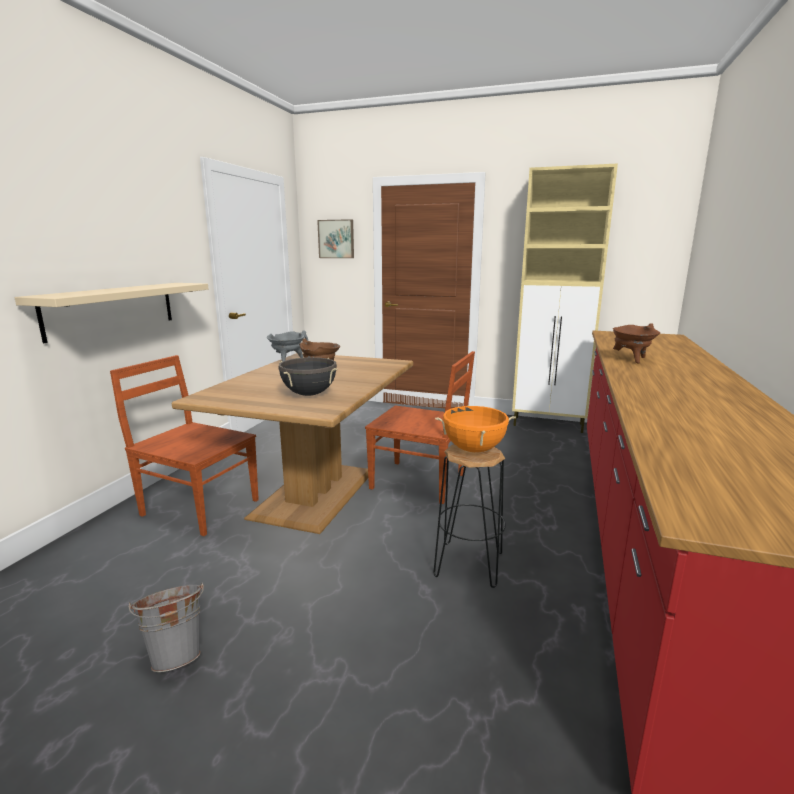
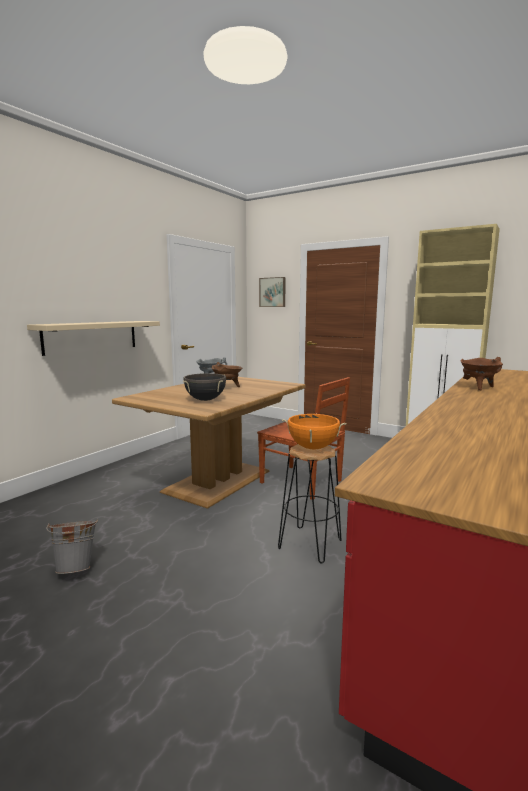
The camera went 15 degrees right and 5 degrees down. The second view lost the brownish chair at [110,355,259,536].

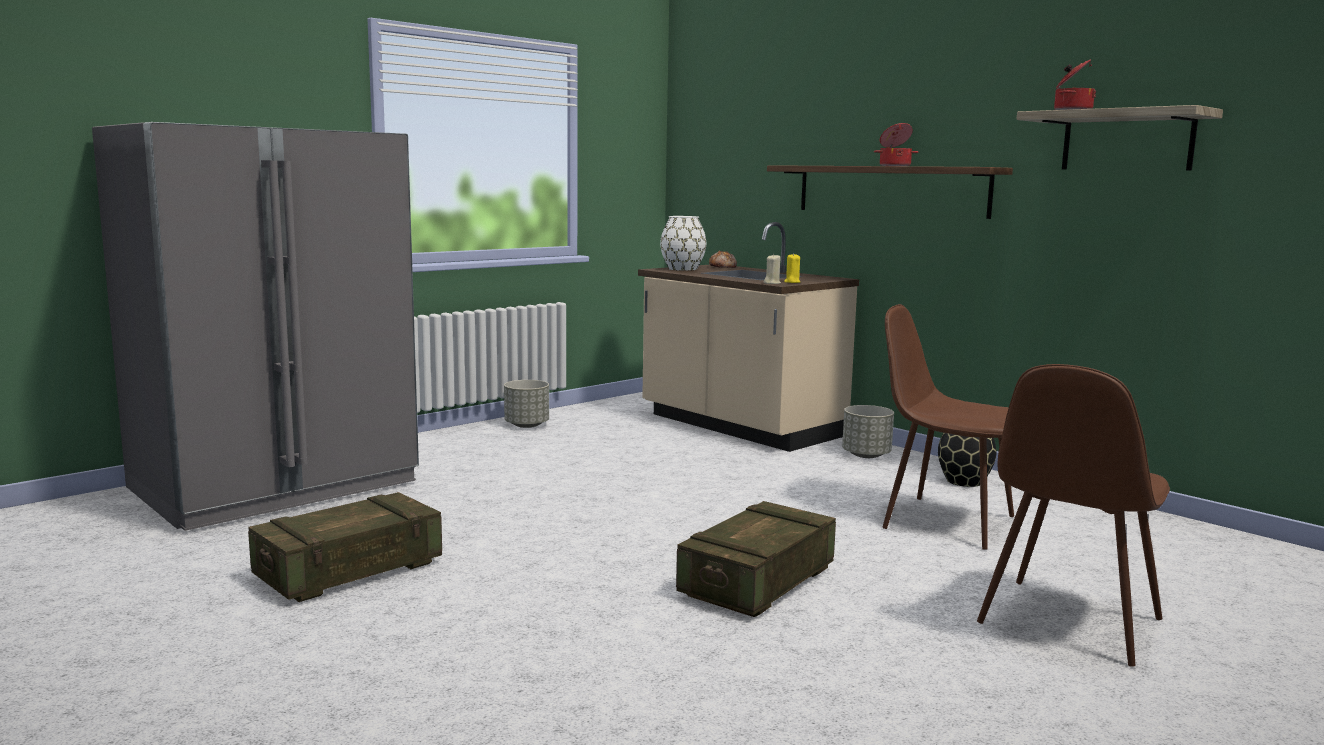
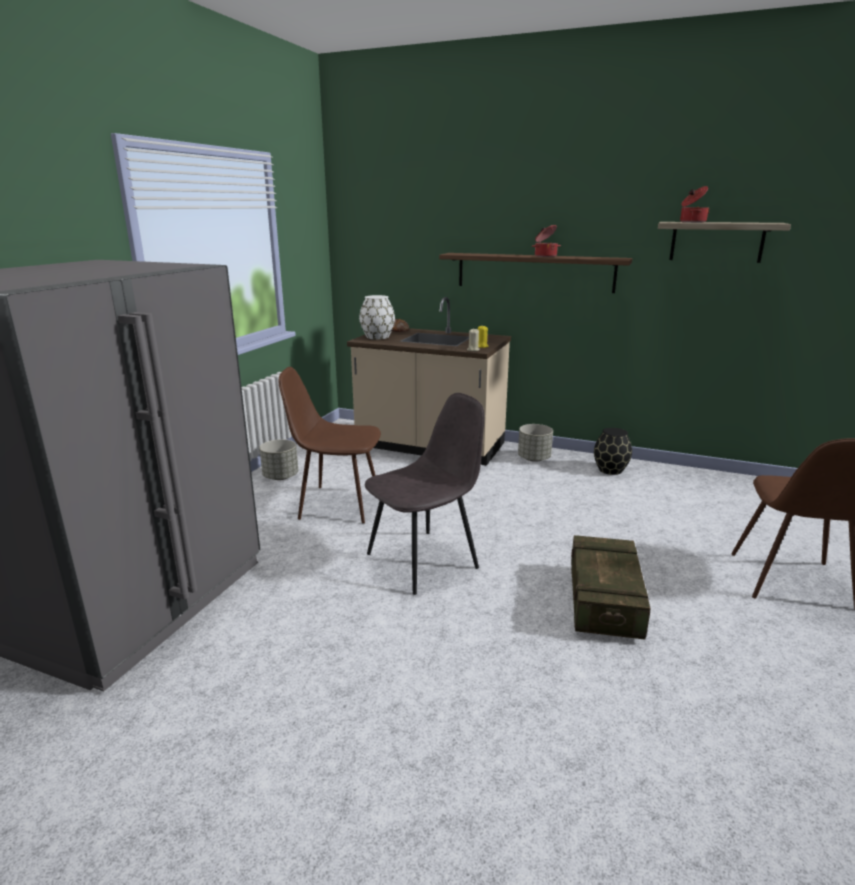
The camera went 25 degrees left and 10 degrees up. The second view lost the shipping crate at [248,492,442,602]. The second view gained the gray chair at [365,393,485,595]. The brownish chair ended up elsewhere, having gone from [882,304,1014,549] to [278,367,381,523].

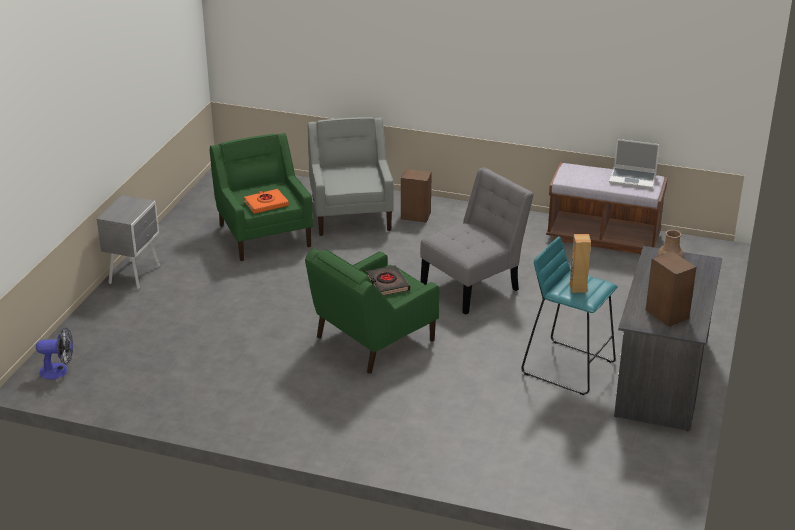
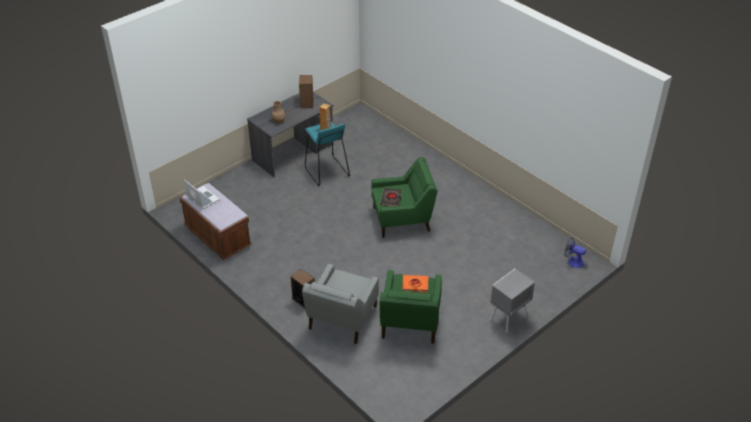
The camera went 150 degrees left and 10 degrees up. The second view lost the gray chair at [420,168,534,315].

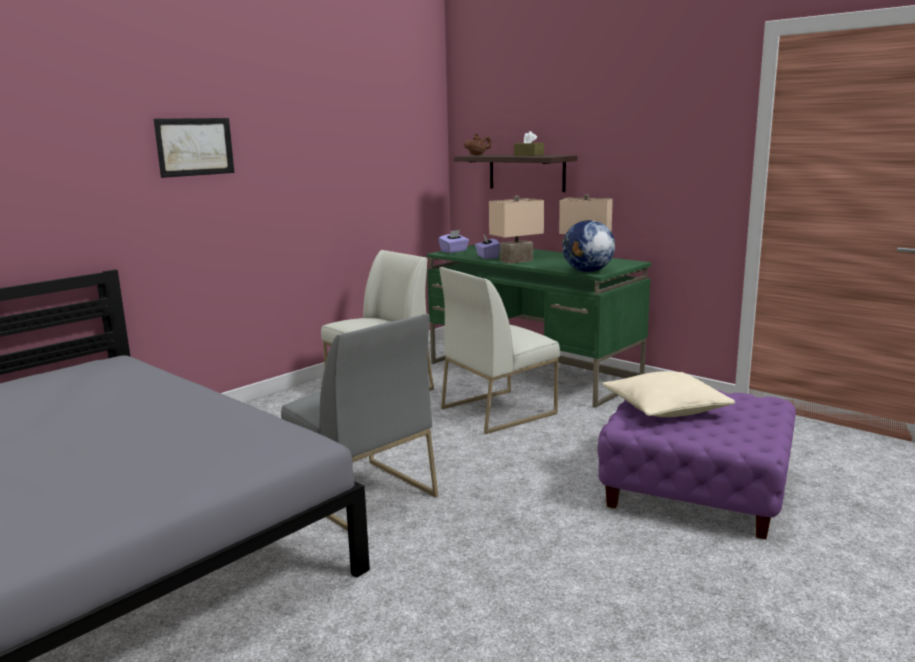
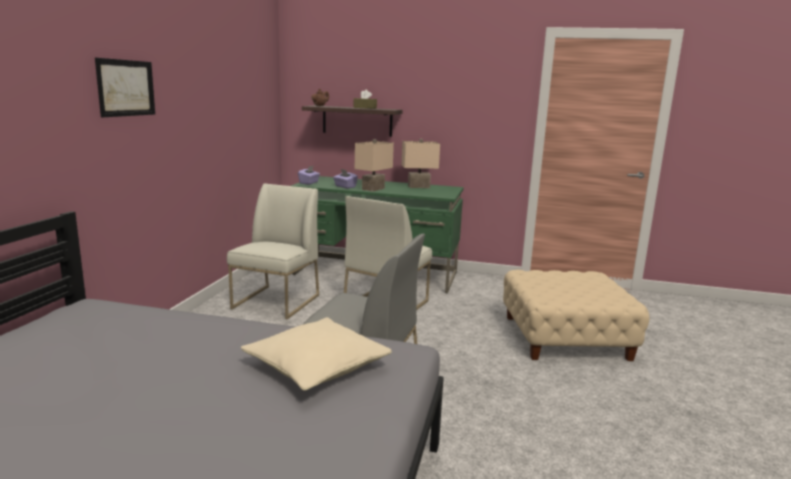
The camera went 30 degrees left and 0 degrees up. The second view lost the world globe at [562,220,615,272]. The beige-coloured cushion ended up elsewhere, having gone from [602,371,735,417] to [241,317,392,391]. What was the purple-coloured pouffe at [598,390,796,539] turned into the beige-coloured pouffe at [503,270,650,361].

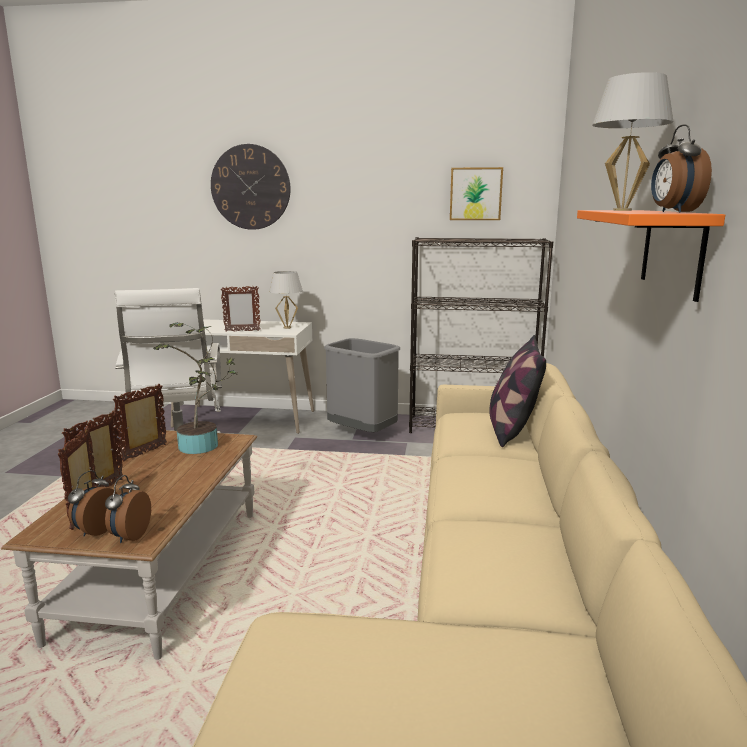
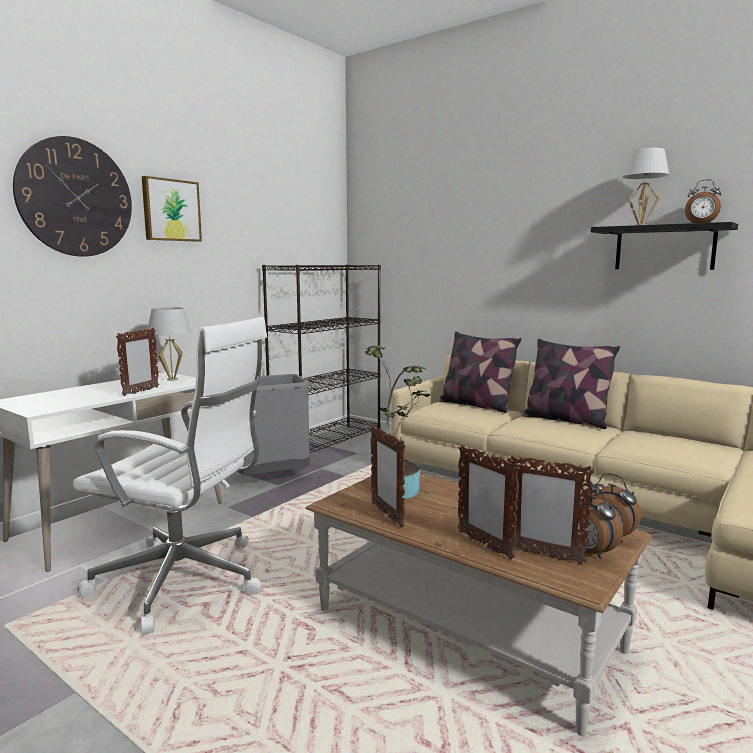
The camera went 60 degrees left and 5 degrees down. The second view gained the cushion at [522,339,620,429]. The wall art ended up elsewhere, having gone from [450,167,503,220] to [142,176,202,242]. What was the orange-coloured wall shelf at [577,210,725,302] turned into the black-coloured wall shelf at [591,222,738,270].

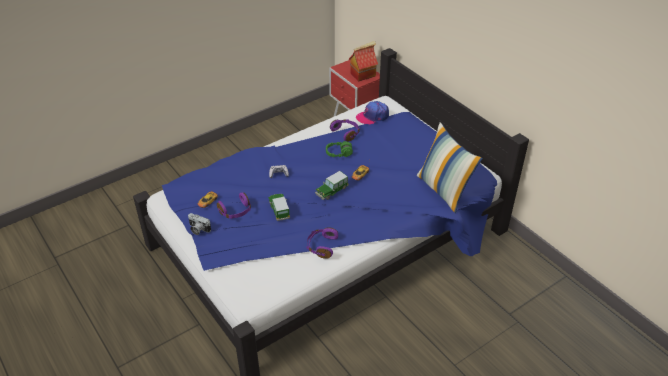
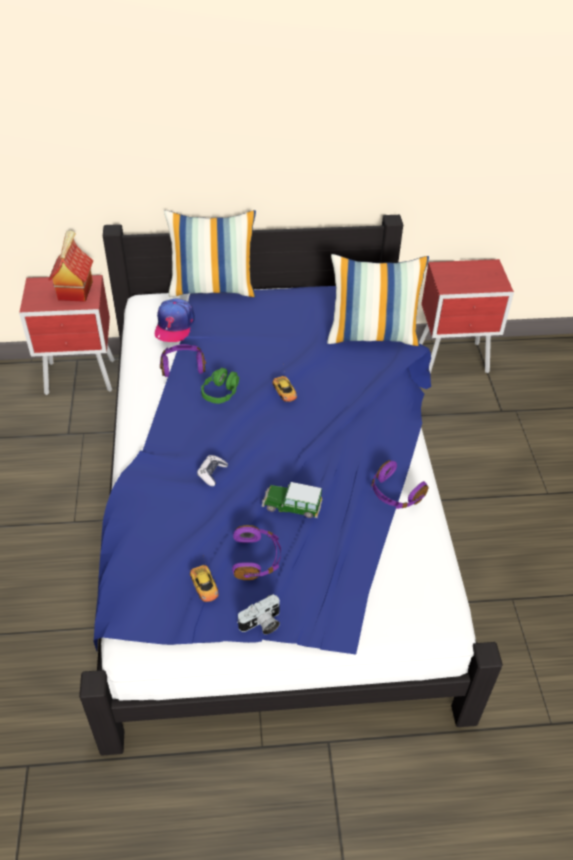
The camera went 60 degrees left and 5 degrees up. The second view lost the miniature car at [315,171,349,200]. The second view gained the cushion at [164,210,256,297]. The second view gained the reddish nightstand at [419,259,514,374].

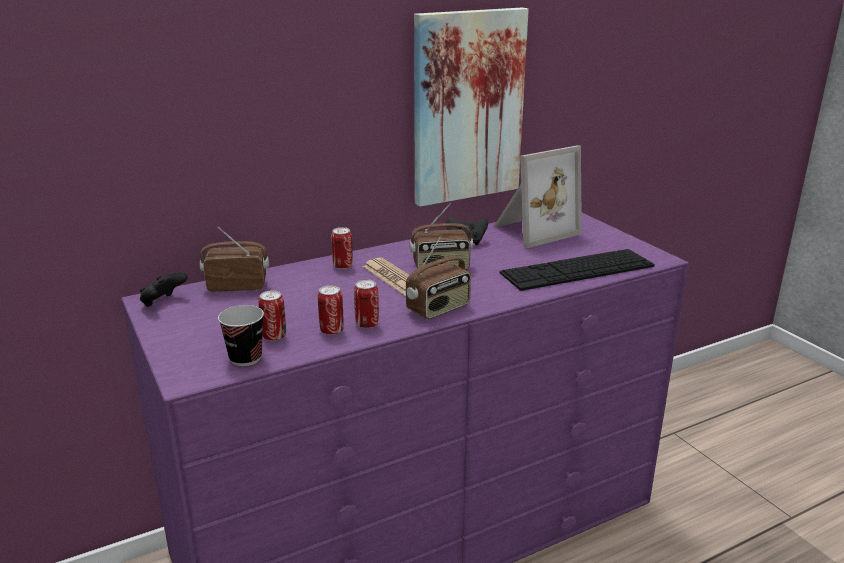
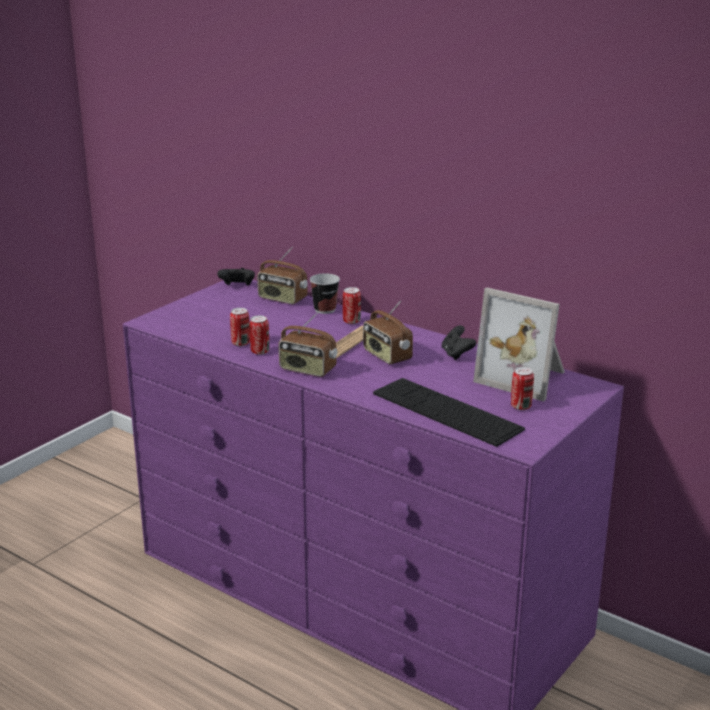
The camera went 65 degrees right and 0 degrees up. The second view lost the wall art at [414,7,529,207]. The drinking cup ended up elsewhere, having gone from [218,305,264,366] to [310,273,340,314]. The sealed can ended up elsewhere, having gone from [259,290,286,341] to [511,367,534,410]. The radio at [200,227,269,292] ended up facing another way, 150 degrees clockwise from before.

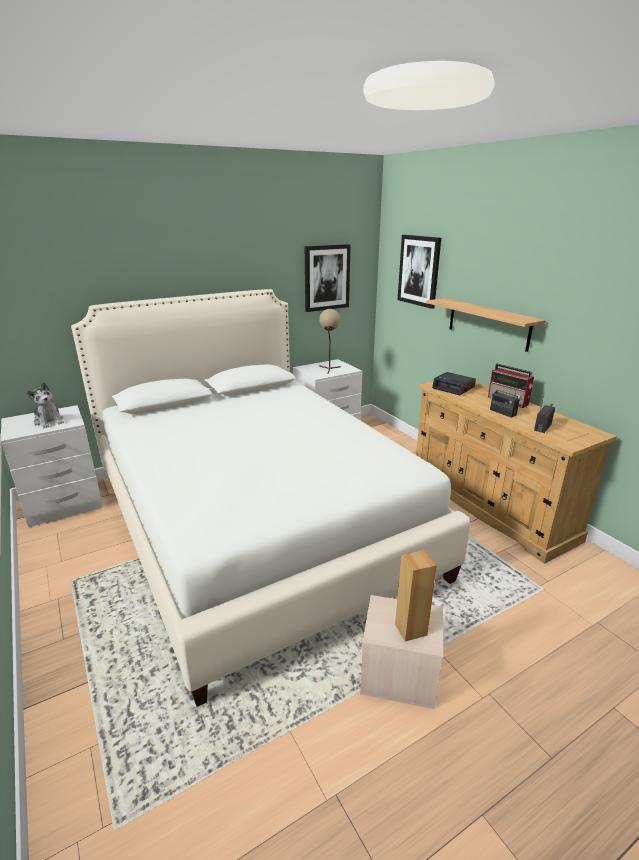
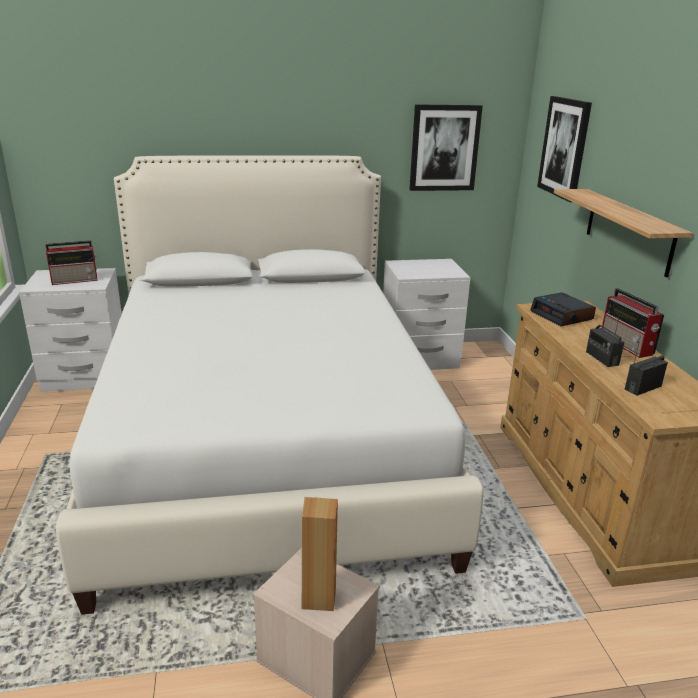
The camera went 20 degrees right and 0 degrees up. The second view lost the beige-coloured table lamp at [319,309,341,374]. Where the plush toy stood at [26,382,64,428], the radio came to stand at [45,241,98,285].

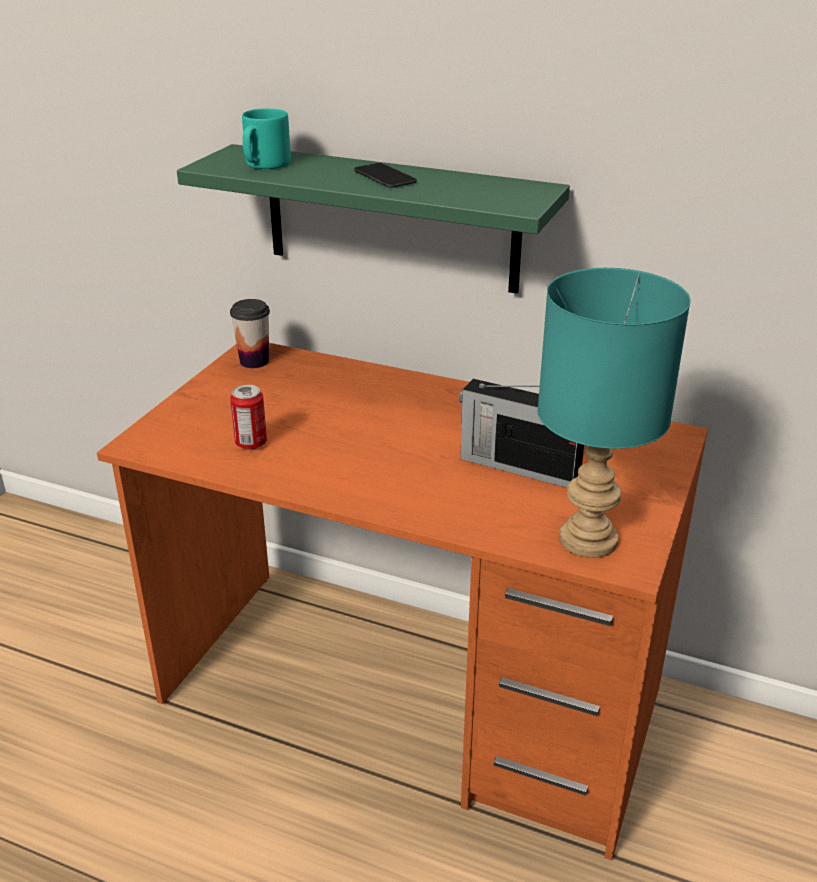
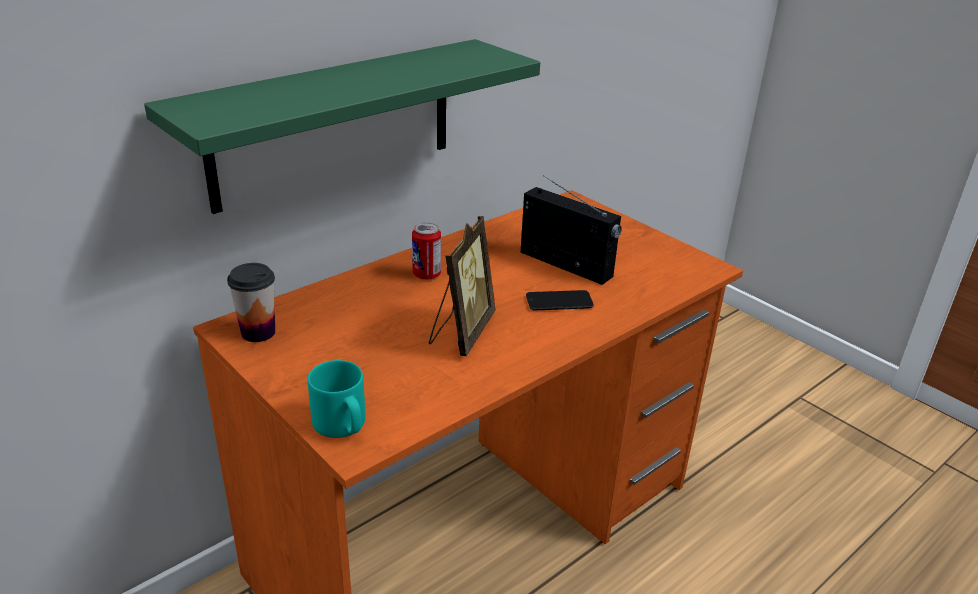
The camera went 65 degrees left and 0 degrees up. The second view lost the turquoise table lamp at [537,268,691,558]. The second view gained the picture frame at [429,216,495,356]. The sealed can ended up elsewhere, having gone from [230,385,267,450] to [412,222,441,280]. The turquoise coffee mug ended up elsewhere, having gone from [242,108,291,169] to [308,360,366,438]. The handset ended up elsewhere, having gone from [354,163,417,188] to [526,290,594,310]. The radio at [459,379,584,488] ended up facing another way, 105 degrees counterclockwise from before.

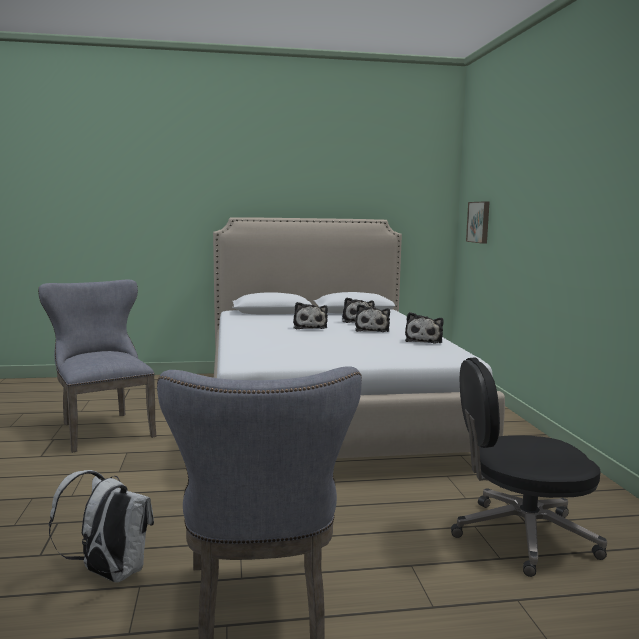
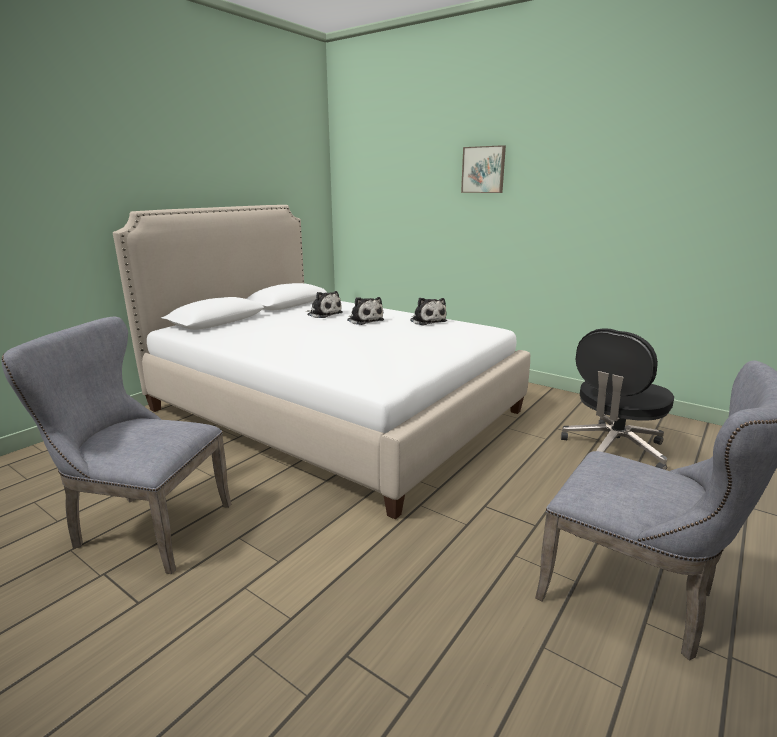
The camera went 45 degrees left and 10 degrees up. The second view lost the whitish knapsack at [49,470,154,583]. The second view lost the plush toy at [293,302,328,329]. The wall art ended up elsewhere, having gone from [466,201,490,244] to [461,145,506,193].

